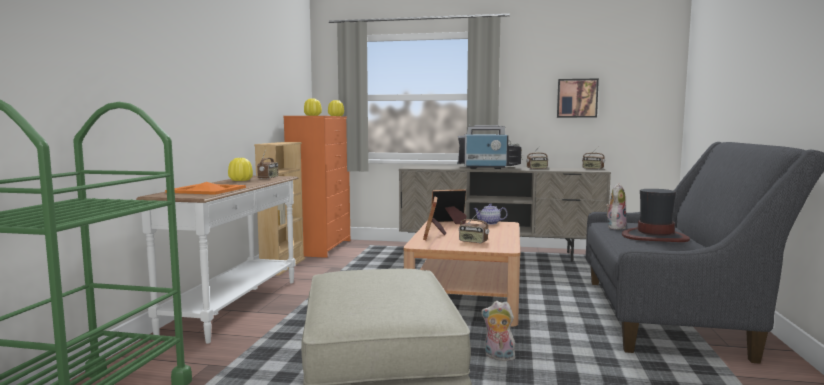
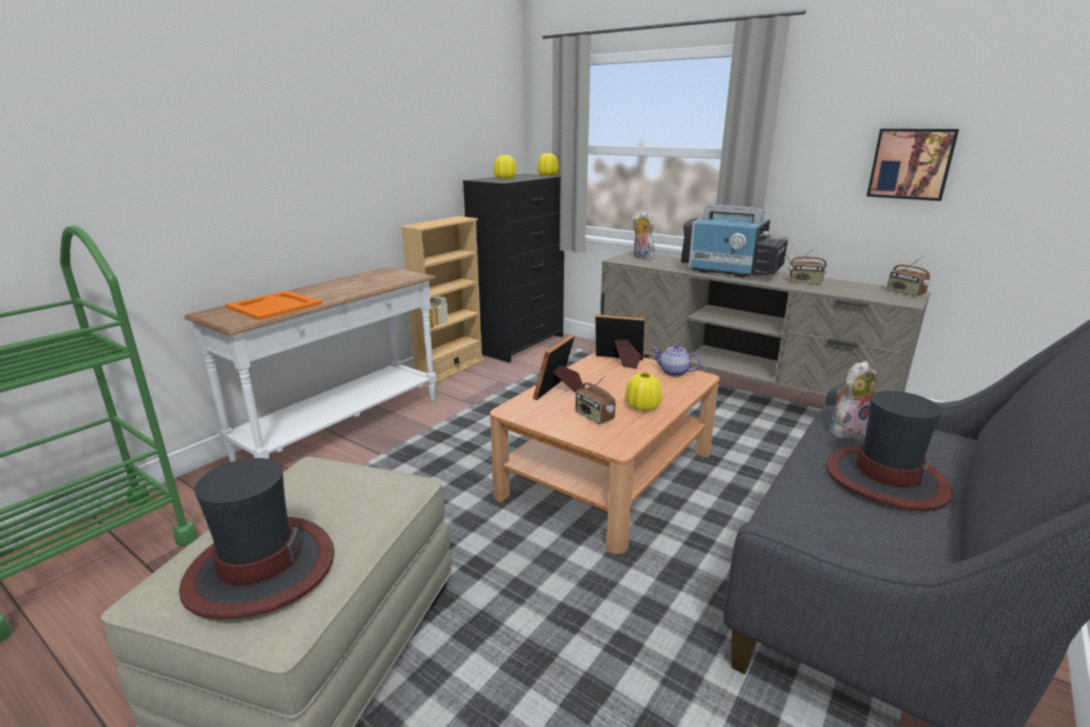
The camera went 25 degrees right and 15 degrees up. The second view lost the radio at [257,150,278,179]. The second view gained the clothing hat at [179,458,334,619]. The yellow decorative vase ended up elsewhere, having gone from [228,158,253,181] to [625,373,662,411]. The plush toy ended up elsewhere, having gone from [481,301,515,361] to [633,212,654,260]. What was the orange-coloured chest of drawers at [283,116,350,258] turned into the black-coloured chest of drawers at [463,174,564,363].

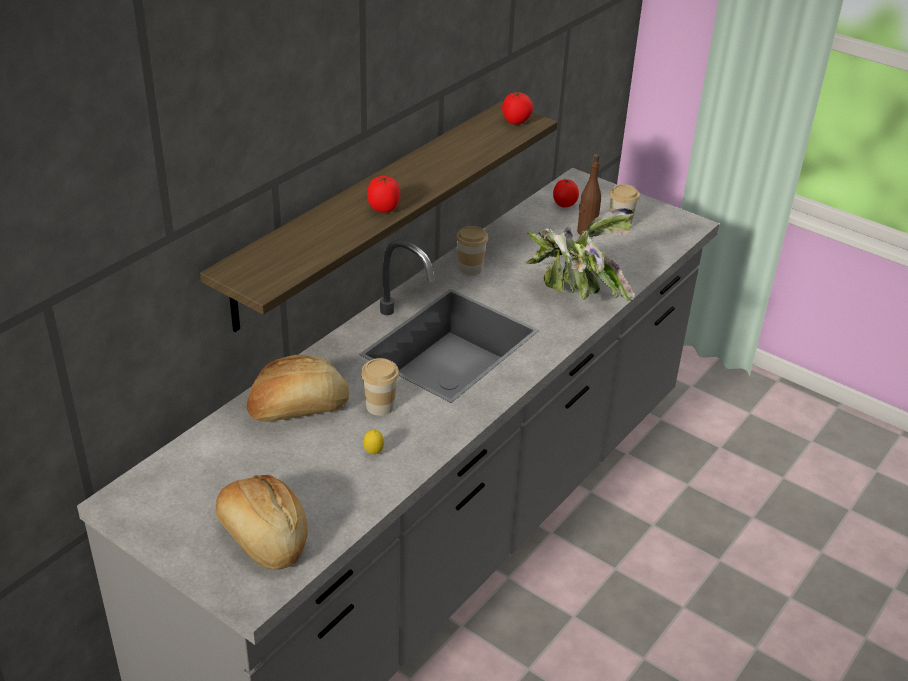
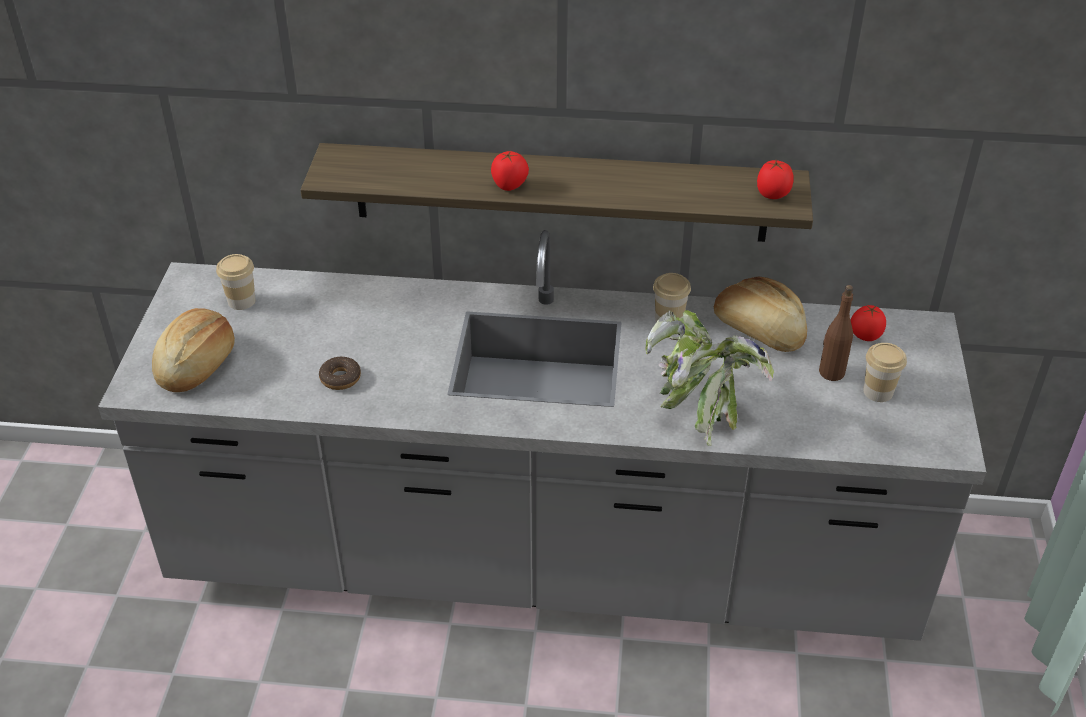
The camera went 60 degrees right and 5 degrees up. The baked bread ended up elsewhere, having gone from [247,355,349,422] to [714,277,807,352]. The drinking cup ended up elsewhere, having gone from [361,358,399,416] to [216,254,255,310]. Where the lemon stood at [363,430,384,454], the donut came to stand at [319,357,361,390].

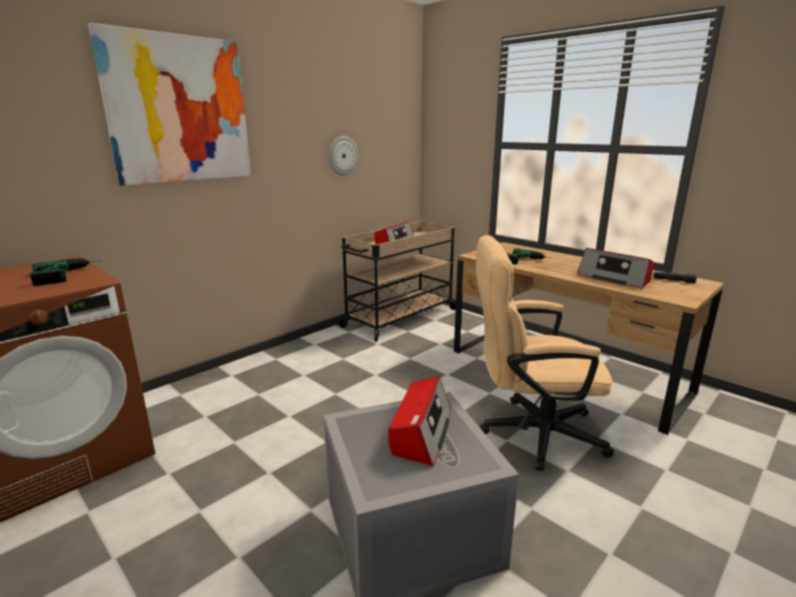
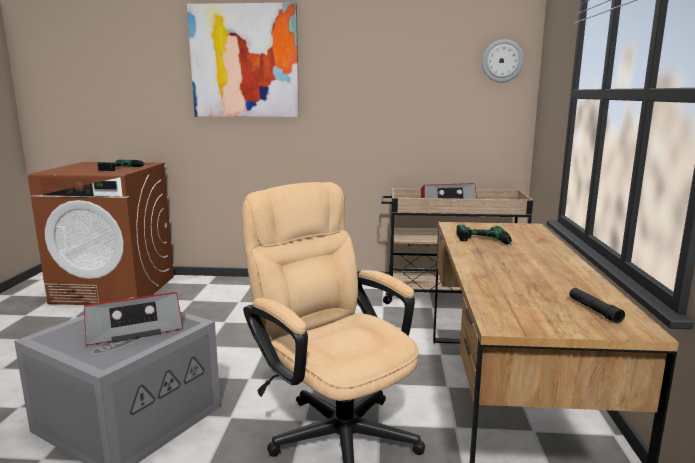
The camera went 50 degrees right and 5 degrees down. The second view lost the radio at [577,248,654,288]. The wall clock ended up elsewhere, having gone from [329,136,358,175] to [482,39,524,83].

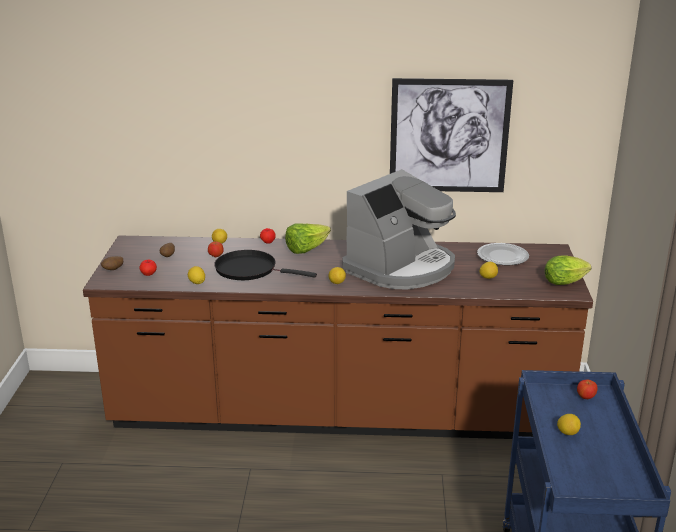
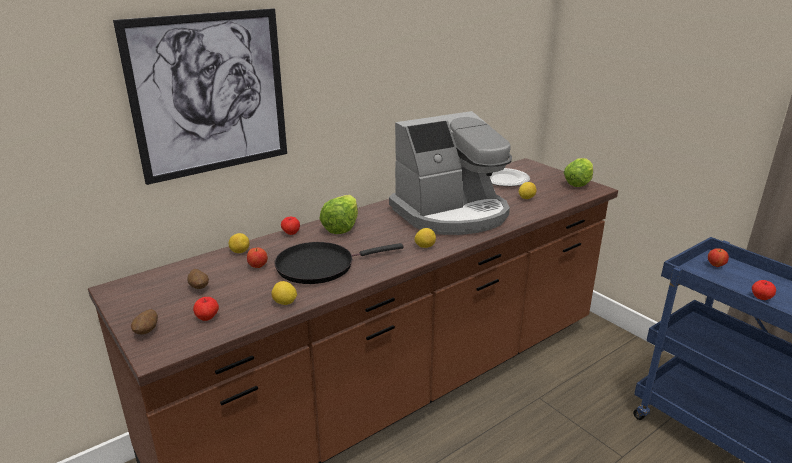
The camera went 40 degrees left and 0 degrees up. The wall art ended up elsewhere, having gone from [390,78,513,192] to [113,8,287,185]. Where the lemon stood at [557,414,581,435], the whole apple came to stand at [752,280,776,300]. The coffee maker at [343,169,456,290] ended up facing another way, 60 degrees clockwise from before.

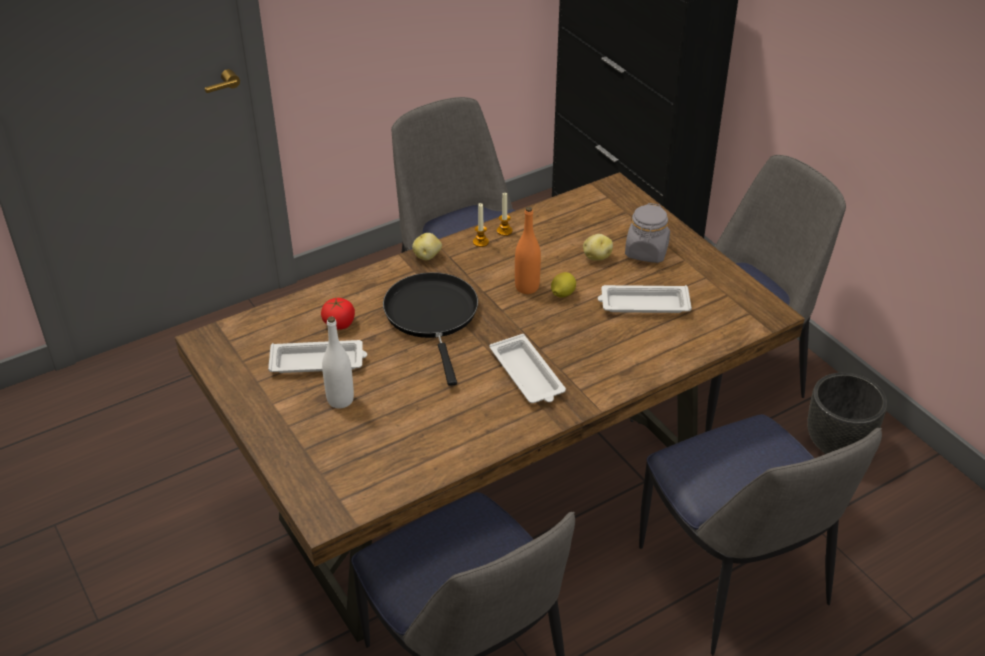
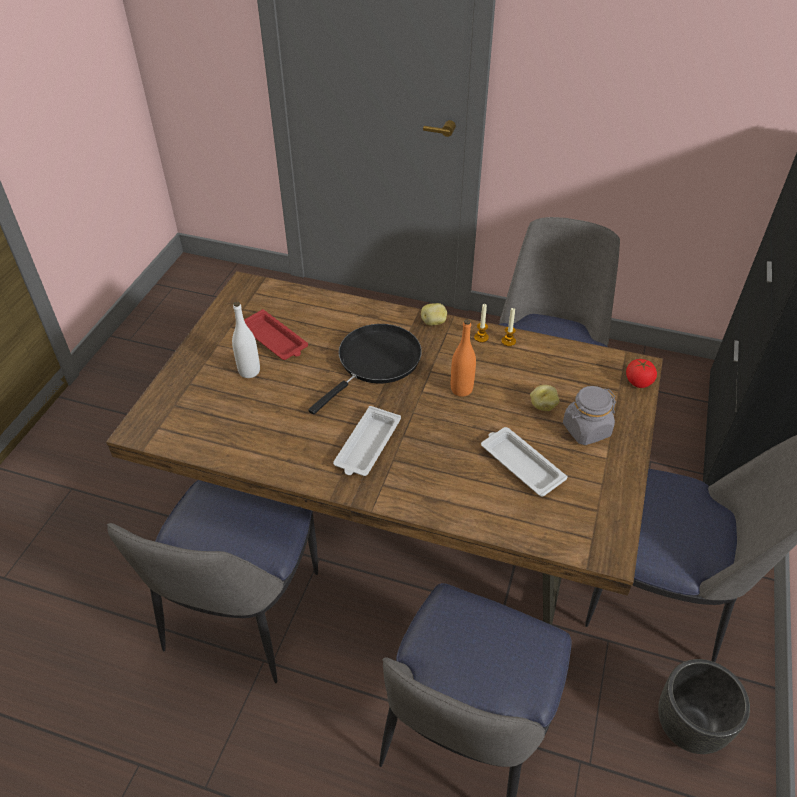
The camera went 50 degrees right and 5 degrees up. The second view lost the lemon at [551,272,576,298]. The tomato ended up elsewhere, having gone from [321,298,355,329] to [626,359,657,388]. What was the whitish serving tray at [268,340,367,373] turned into the reddish serving tray at [244,309,308,360].

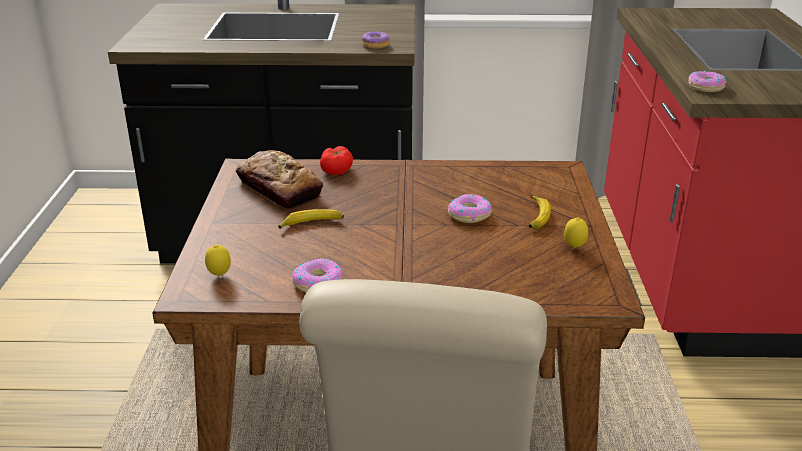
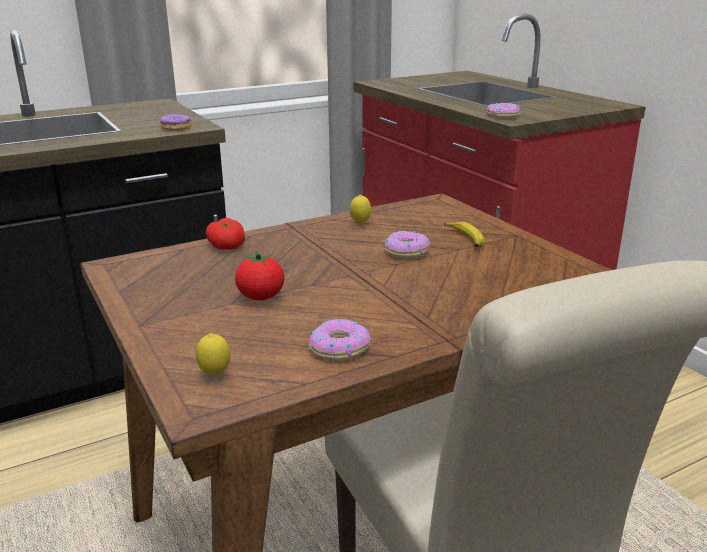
The camera went 30 degrees left and 5 degrees down. The second view lost the baked bread at [236,150,323,209]. The lemon ended up elsewhere, having gone from [564,218,588,248] to [350,195,371,224]. Where the whole banana stood at [278,209,344,229], the tomato came to stand at [235,251,284,300].

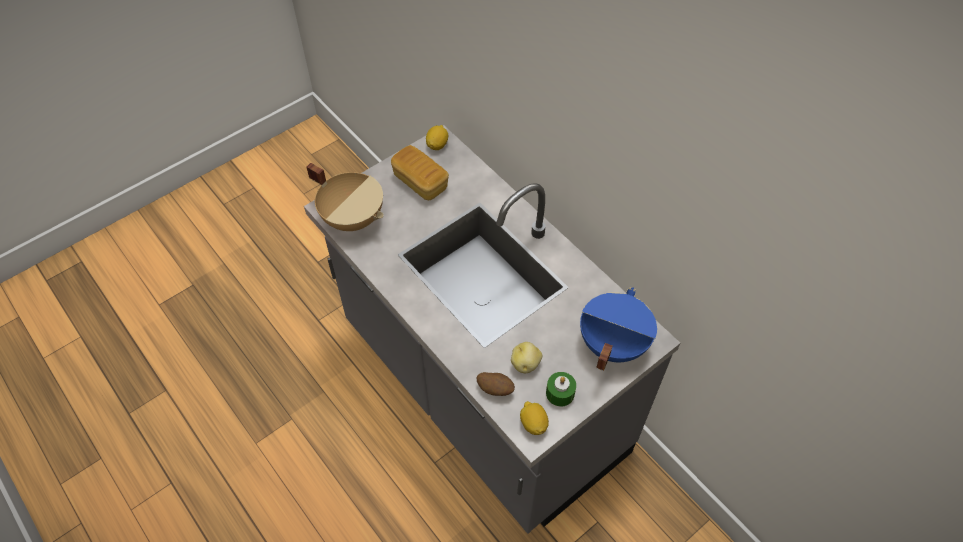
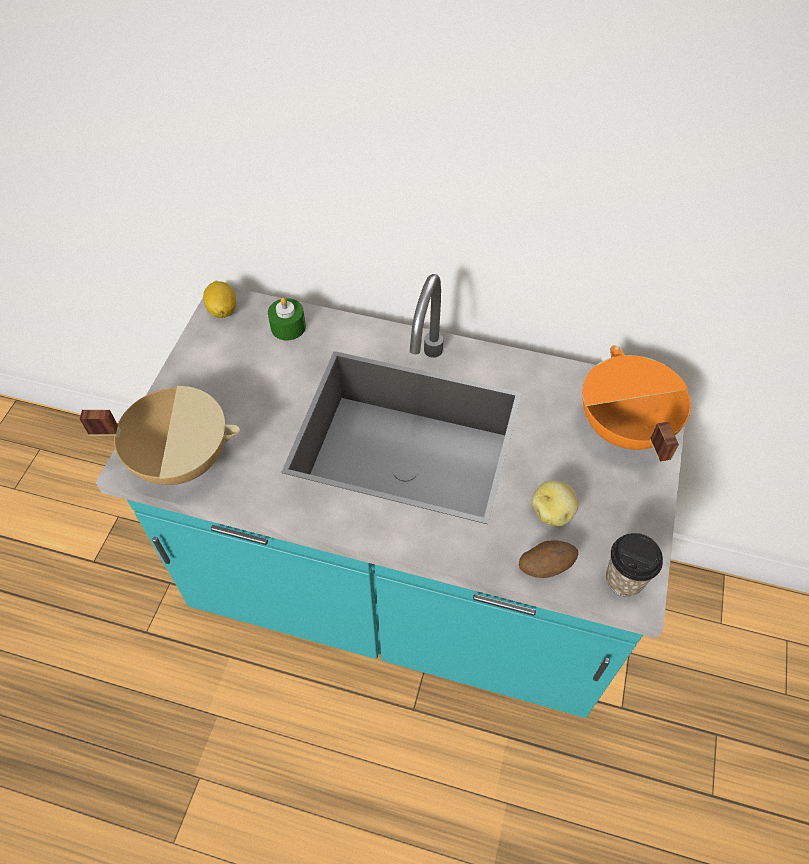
The camera went 35 degrees left and 0 degrees up. The second view lost the baked bread at [391,145,449,200]. The greenish candle ended up elsewhere, having gone from [546,372,576,407] to [268,297,306,341]. Where the lemon stood at [520,401,549,435], the drinking cup came to stand at [606,533,663,597]. What was the gray counter at [304,125,680,534] turned into the turquoise counter at [95,274,689,718]. What was the blue saucepot at [580,287,657,371] turned into the orange-coloured saucepot at [582,345,691,462].

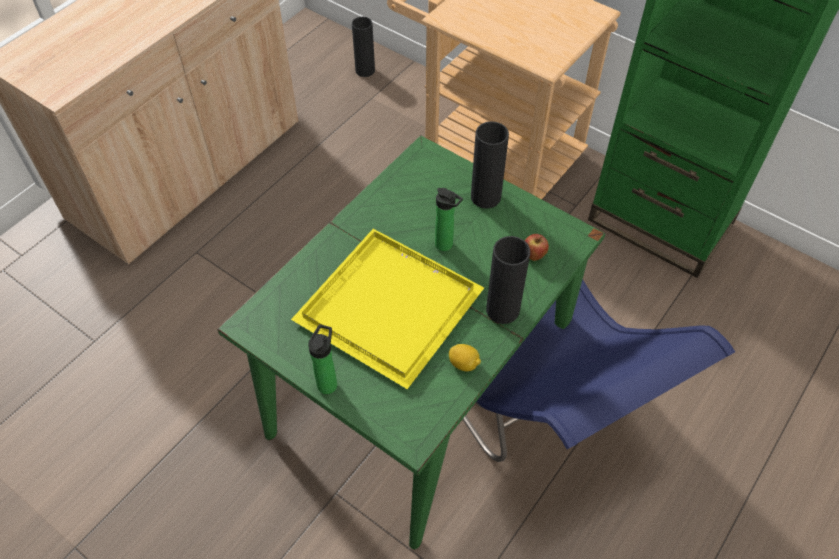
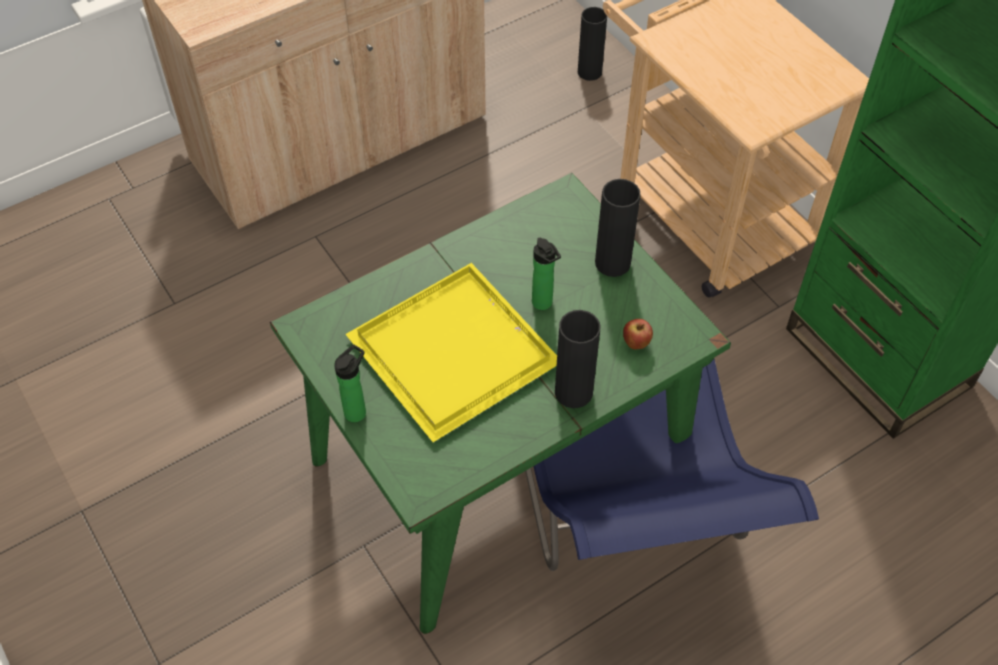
The camera went 20 degrees right and 0 degrees up. The second view lost the lemon at [449,344,481,371].

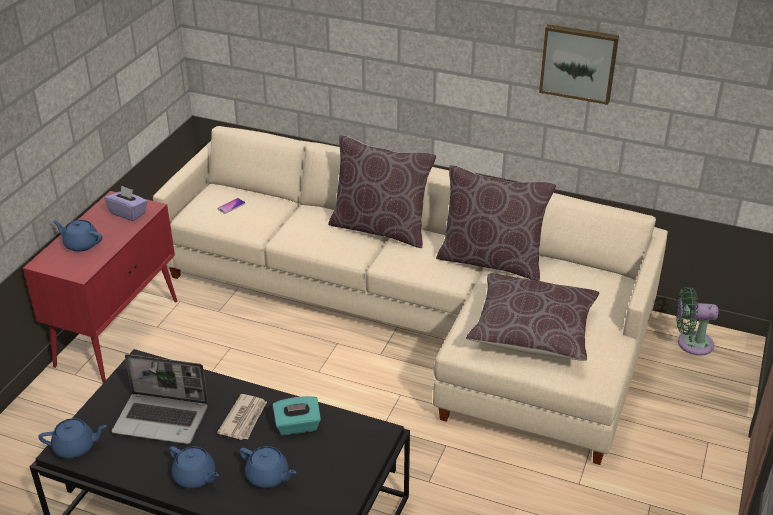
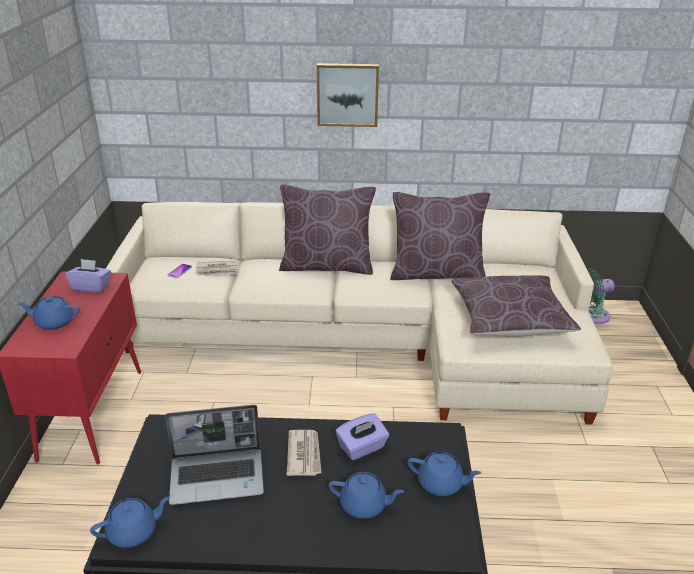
The camera went 20 degrees left and 5 degrees down. The second view gained the printed paper at [196,260,240,276]. The blue tea pot ended up elsewhere, having gone from [169,446,219,488] to [408,452,481,496]. The wall art ended up elsewhere, having gone from [539,24,619,105] to [317,63,379,127]. What was the turquoise tissue box at [273,396,321,435] turned into the purple-coloured tissue box at [335,414,389,460].

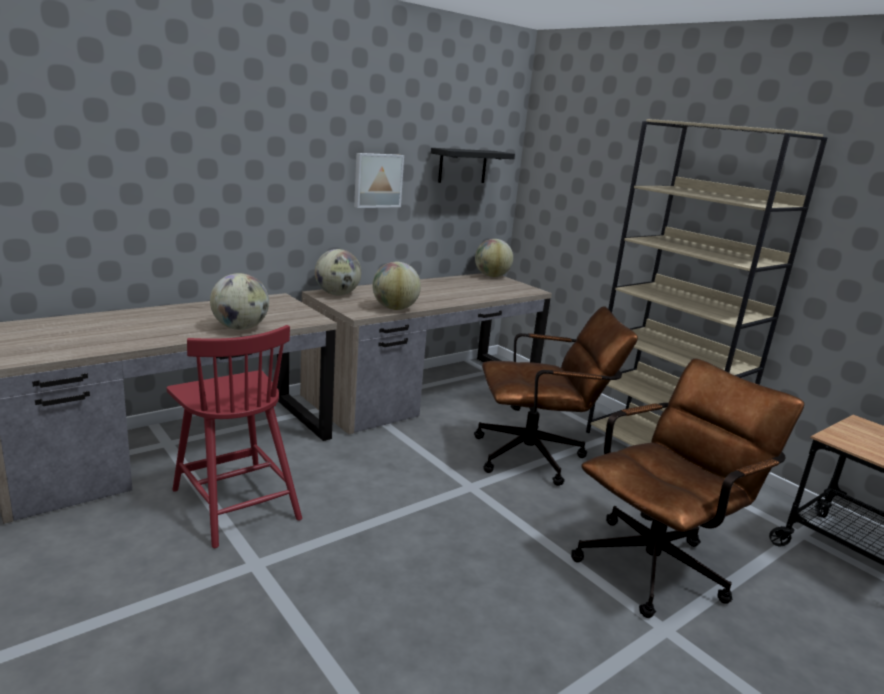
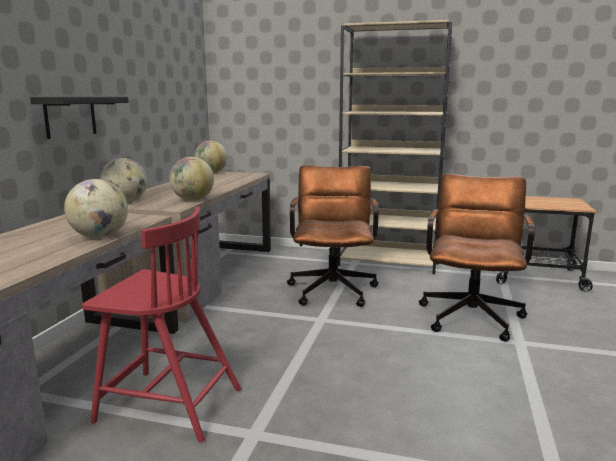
The camera went 35 degrees left and 5 degrees down. The second view lost the wall art at [354,153,404,208]. The black-coloured wall shelf ended up elsewhere, having gone from [431,148,515,183] to [30,97,129,139]. The brownish desk chair at [474,306,638,486] ended up facing another way, 45 degrees counterclockwise from before.

